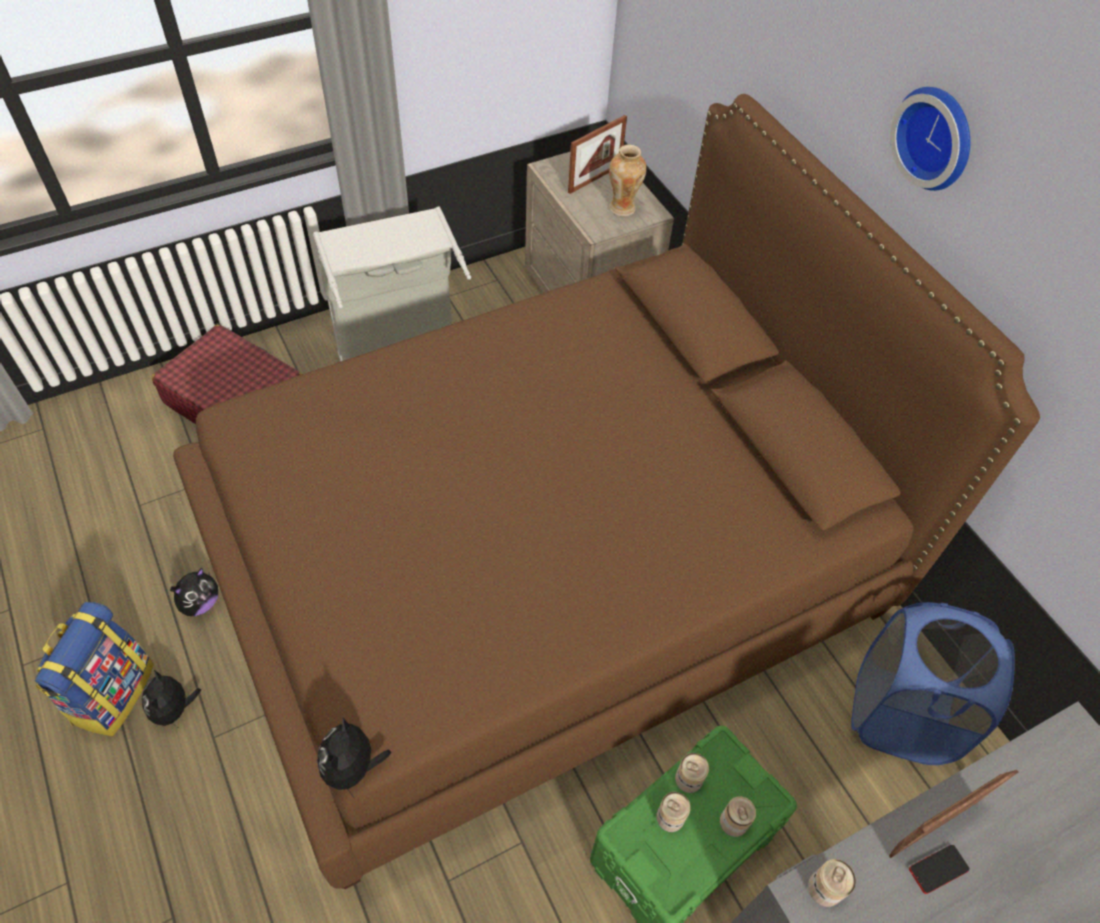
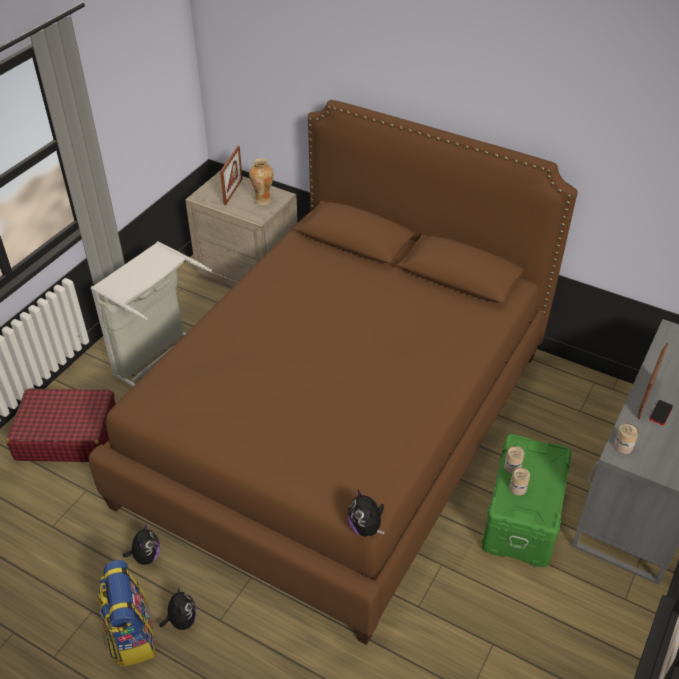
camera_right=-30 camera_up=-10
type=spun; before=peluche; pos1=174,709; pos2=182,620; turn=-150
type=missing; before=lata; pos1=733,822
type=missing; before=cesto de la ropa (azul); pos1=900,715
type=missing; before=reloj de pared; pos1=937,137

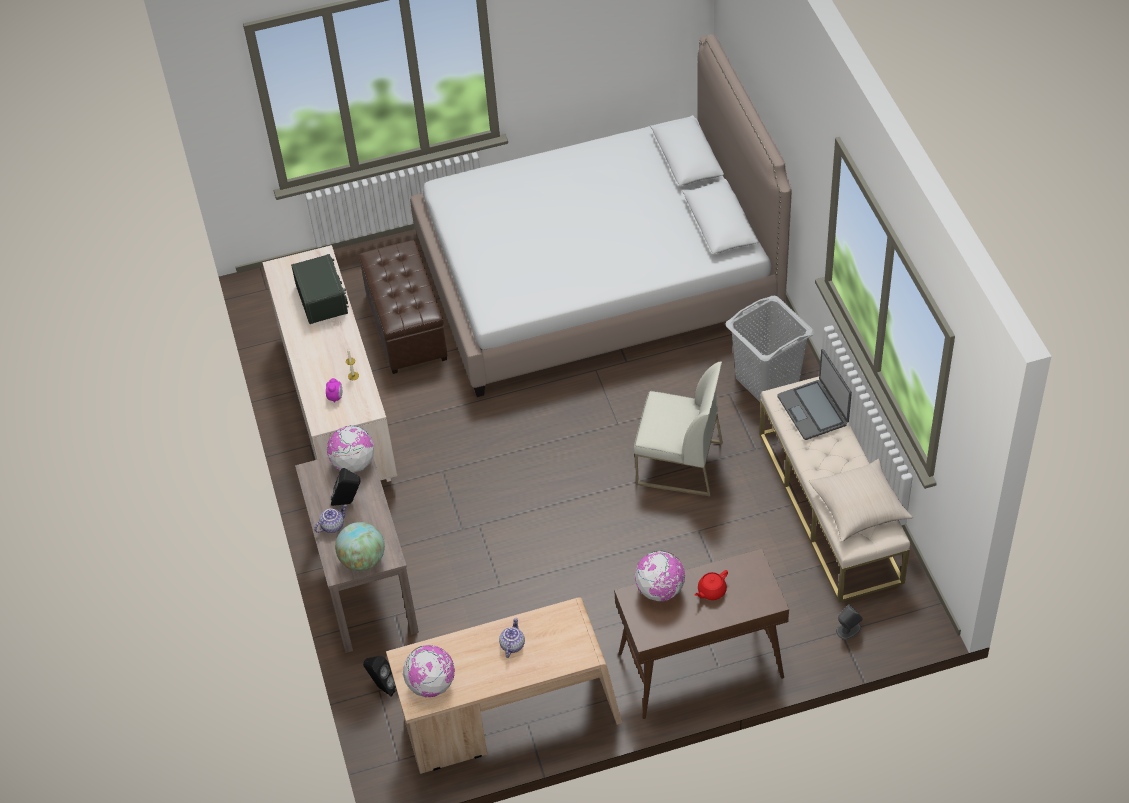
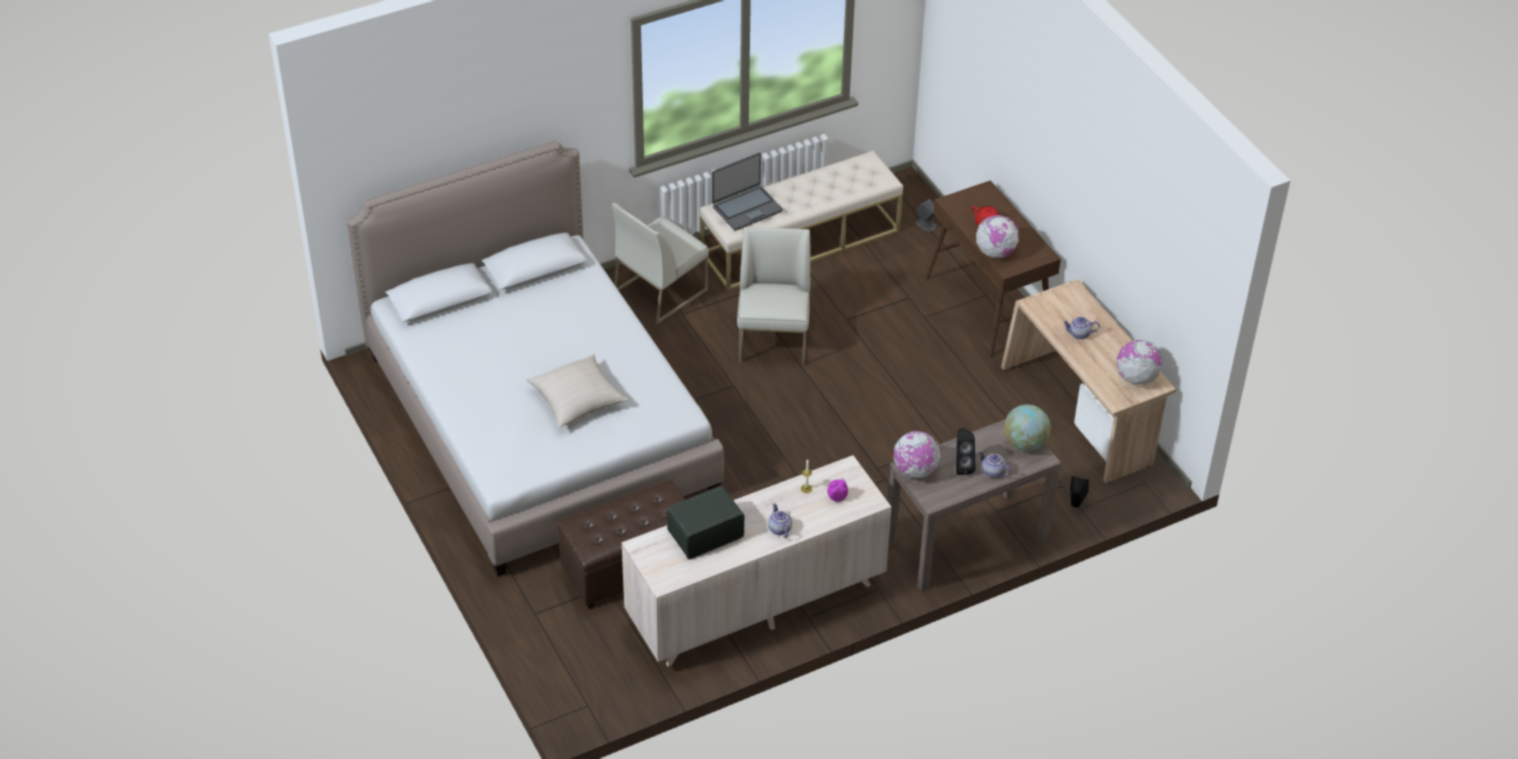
camera_right=-105 camera_up=-5
type=relocated; before=cojín (beis); pos1=859,508; pos2=577,400
type=exchanged; before=cesto de la ropa (gris); after=silla (blanco); pos1=767,380; pos2=660,290
type=appeared; after=tetera; pos2=779,529

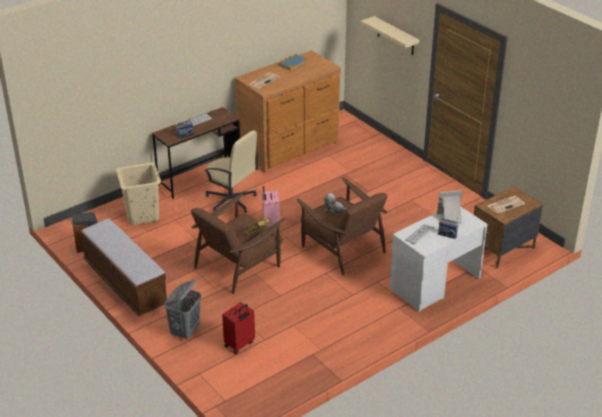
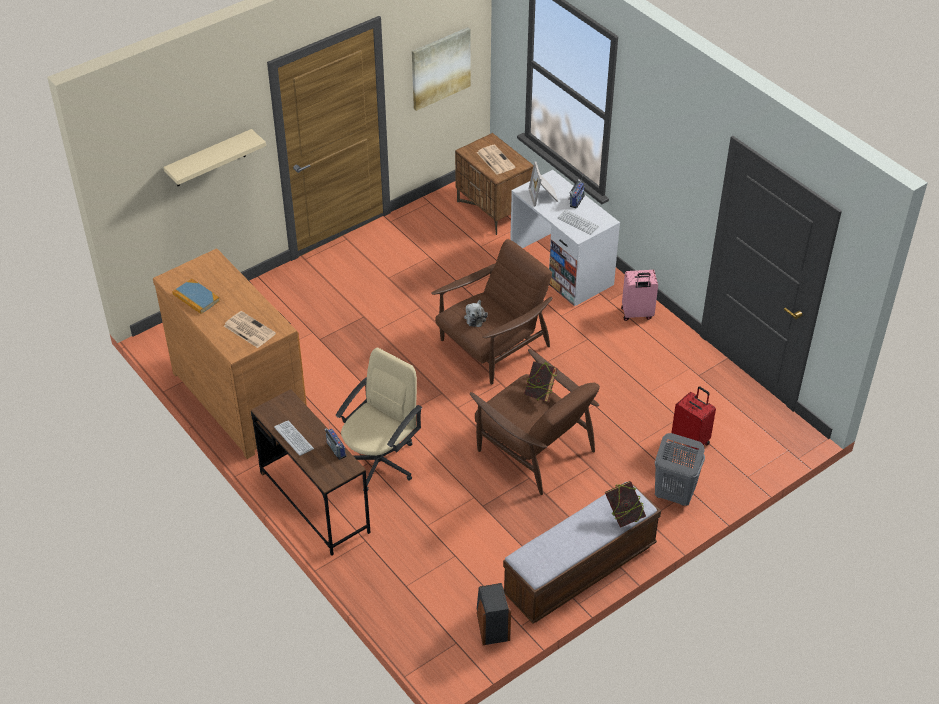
camera_right=-90 camera_up=10
type=appeared; after=cuadro; pos2=440,68
type=appeared; after=libro; pos2=624,515
type=relocated; before=maleta (rosa); pos1=270,227; pos2=637,314
type=missing; before=cesto de la ropa (beis); pos1=142,215

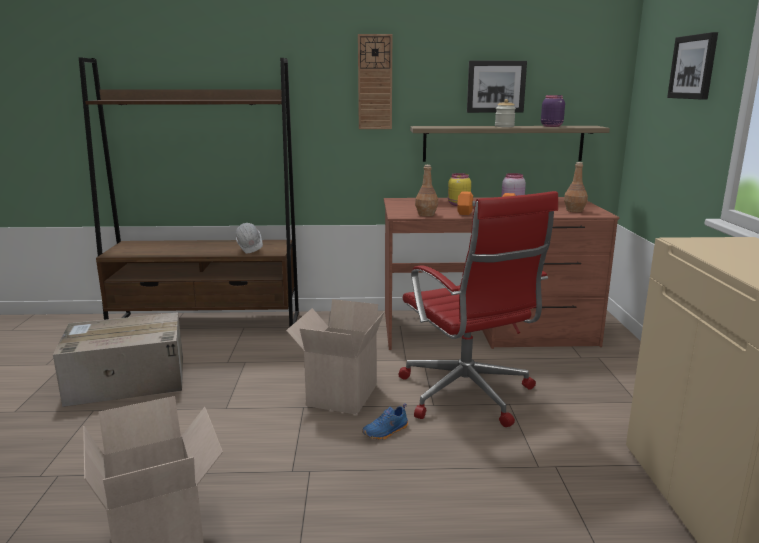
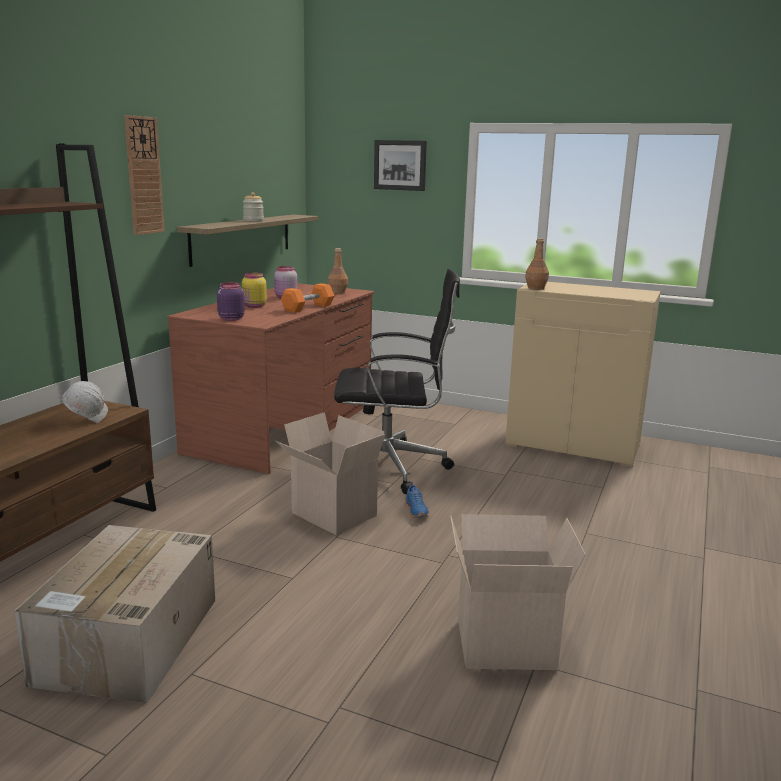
camera_right=-65 camera_up=0
type=relocated; before=tarro (morado); pos1=551,126; pos2=230,318
type=colour; before=silla de oficina (rojo); after=silla de oficina (negro); pos1=467,395; pos2=391,467
type=relocated; before=botella (marrón); pos1=426,214; pos2=535,288
type=missing; before=cuadro; pos1=496,86

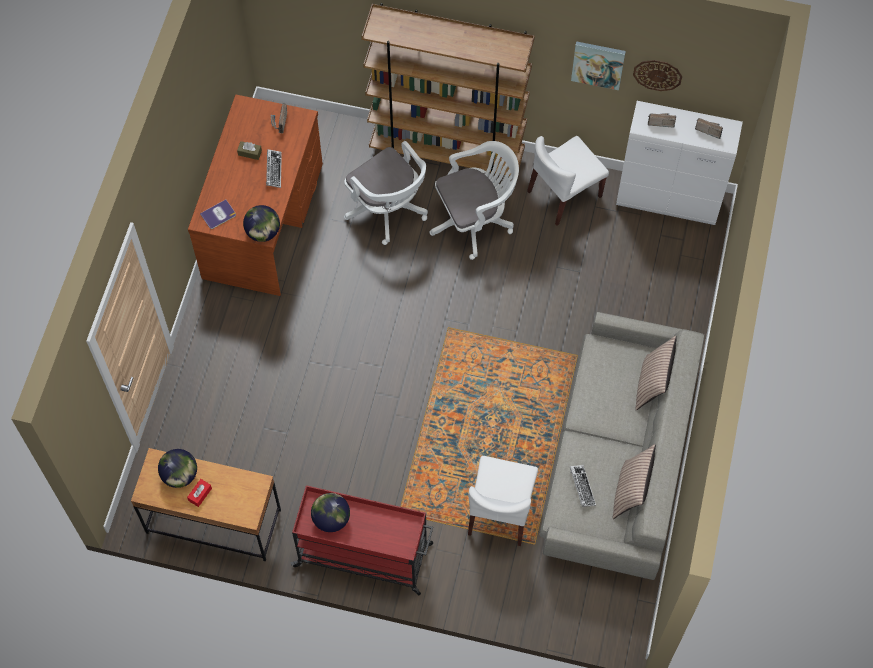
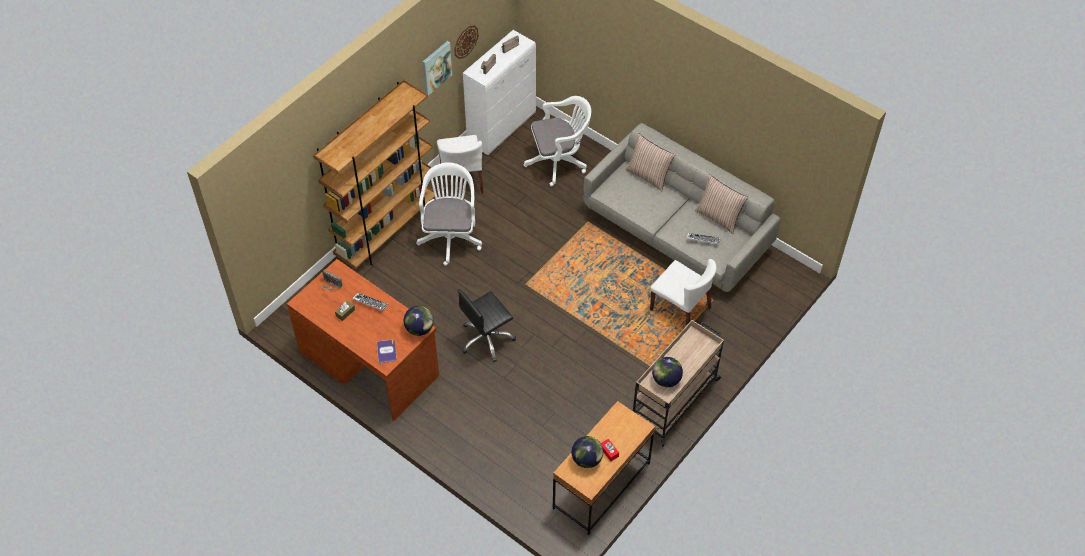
camera_right=-65 camera_up=-10
type=appeared; after=silla de oficina (negro); pos2=486,339
type=relocated; before=silla de oficina (blanco); pos1=389,211; pos2=559,161
type=colour; before=carrito (rojo); after=carrito (beis); pos1=365,555; pos2=674,400

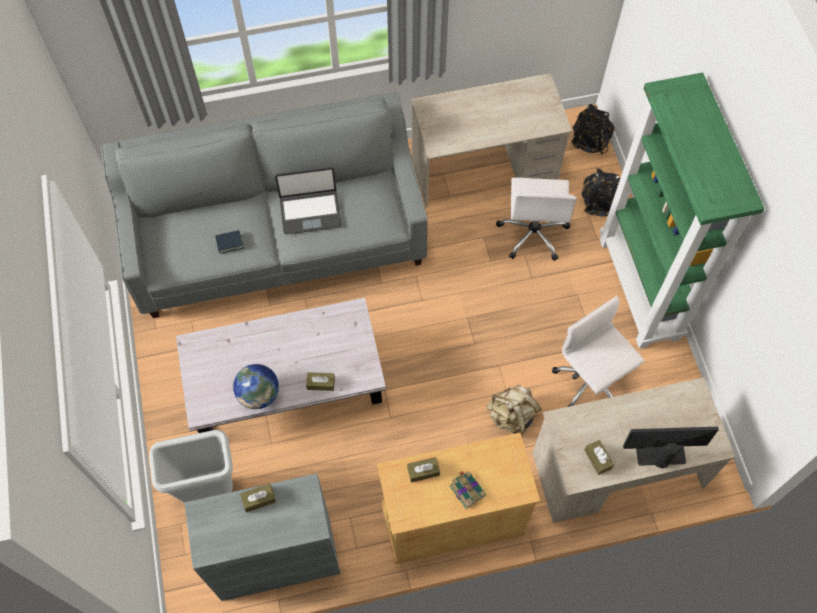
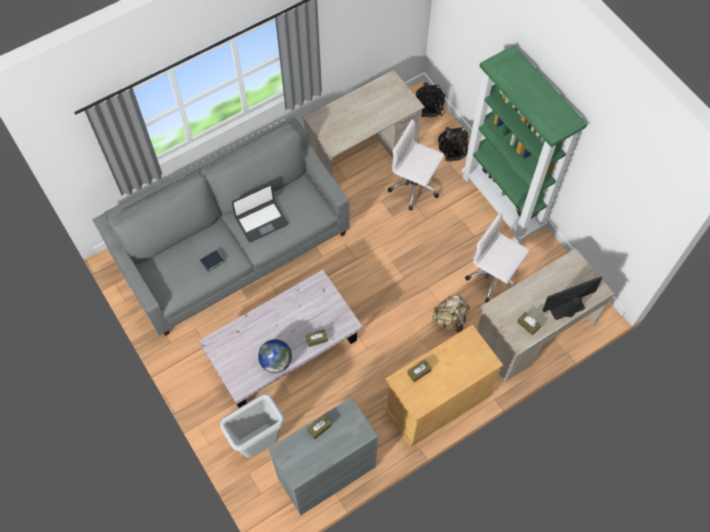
camera_right=-20 camera_up=0
type=spun; before=silla de oficina (blanco); pos1=533,233; pos2=415,187; turn=135
type=missing; before=libro; pos1=466,490

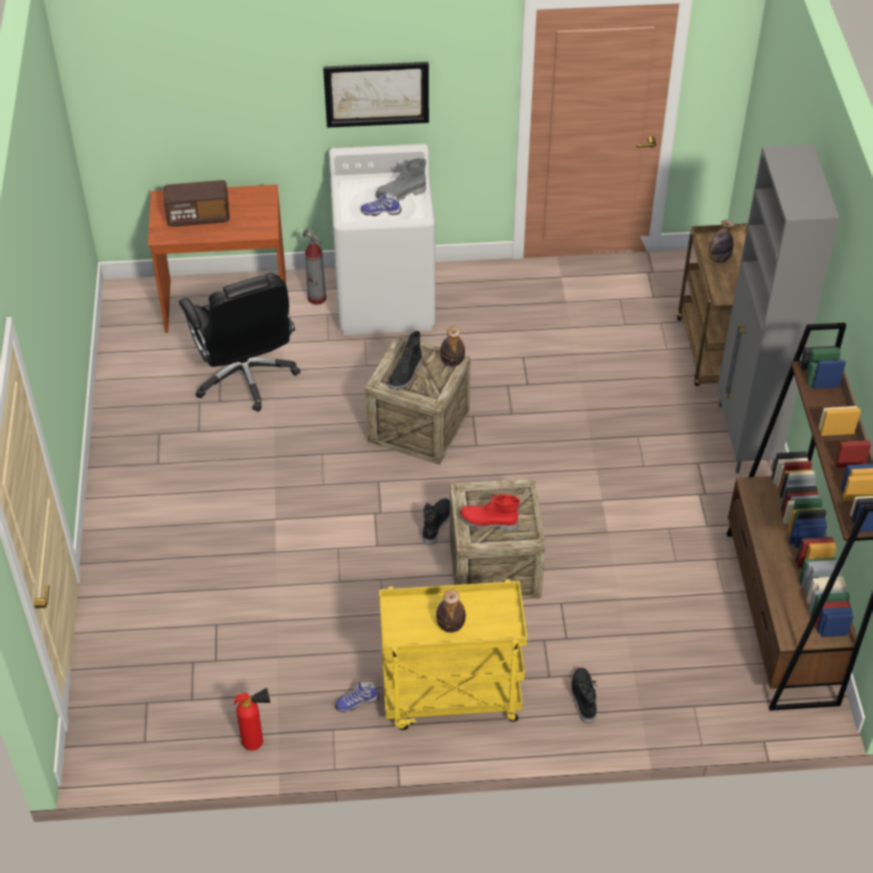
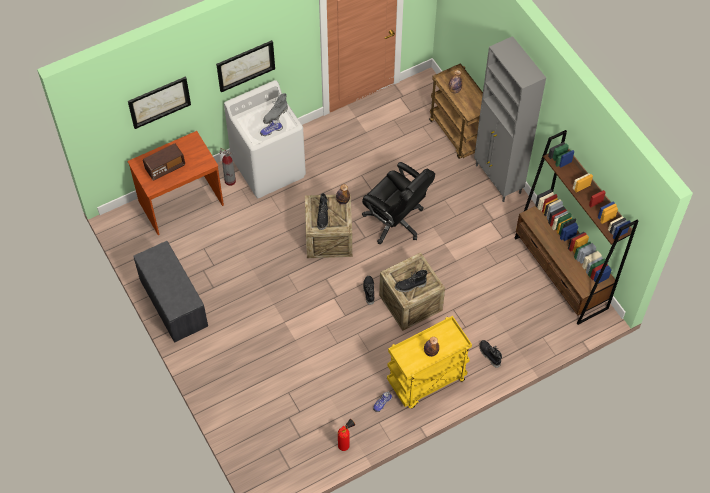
camera_right=-25 camera_up=10
type=appeared; after=cuadro; pos2=159,102
type=appeared; after=banco (gris); pos2=172,302
type=relocated; before=silla de oficina (negro); pos1=245,376; pos2=395,221
type=colour; before=bota (rojo); after=bota (negro); pos1=488,522; pos2=410,286

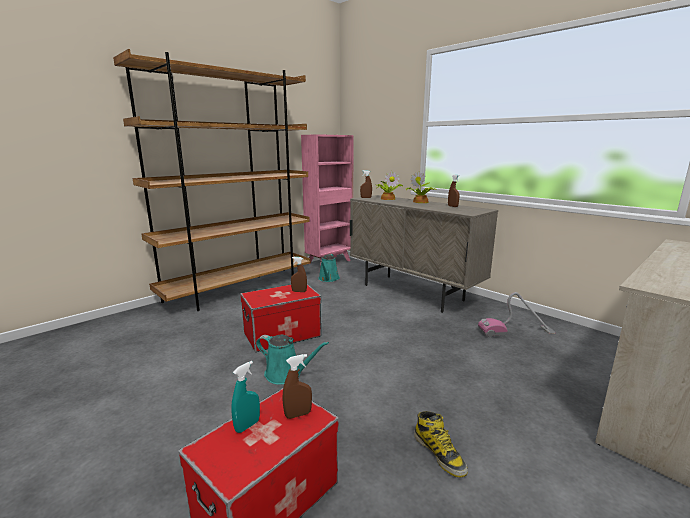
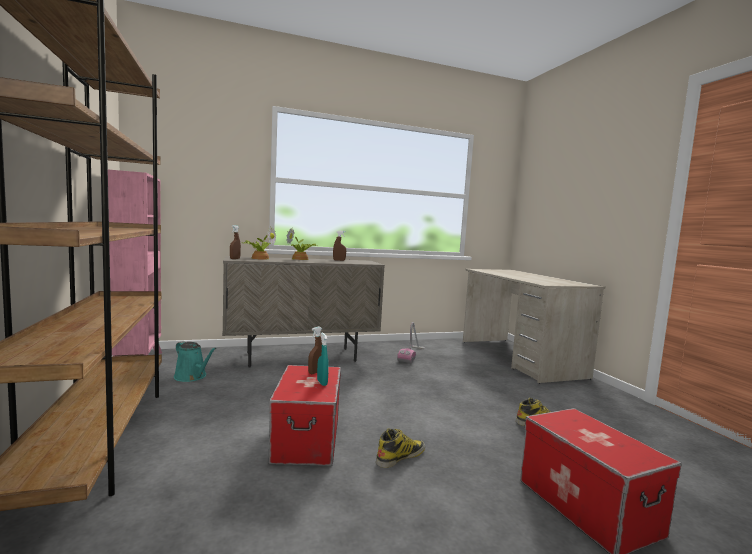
camera_right=-65 camera_up=-10
type=relocated; before=pulverizador (turquesa); pos1=247,426; pos2=322,382
type=exchanged; before=regadera (turquesa); after=bota; pos1=286,374; pos2=400,456
type=missing; before=pulverizador (marrón); pos1=298,414

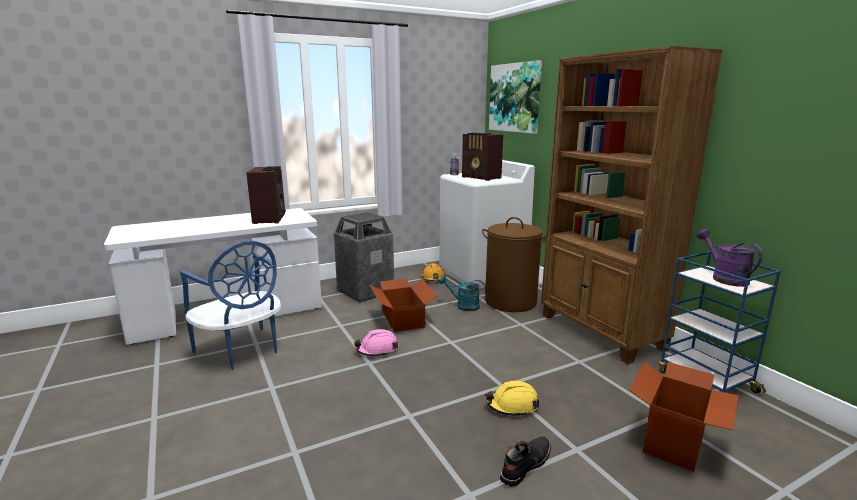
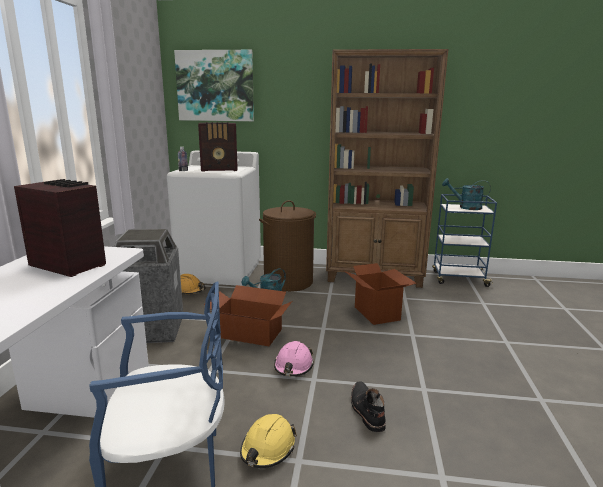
camera_right=-55 camera_up=0
type=relocated; before=casco (amarillo); pos1=512,406; pos2=268,449
type=relocated; before=caja de cartón; pos1=674,444; pos2=377,313
type=relocated; before=bota (negro); pos1=525,465; pos2=366,410
type=colour; before=regadera (morado); after=regadera (turquesa); pos1=724,278; pos2=466,207

